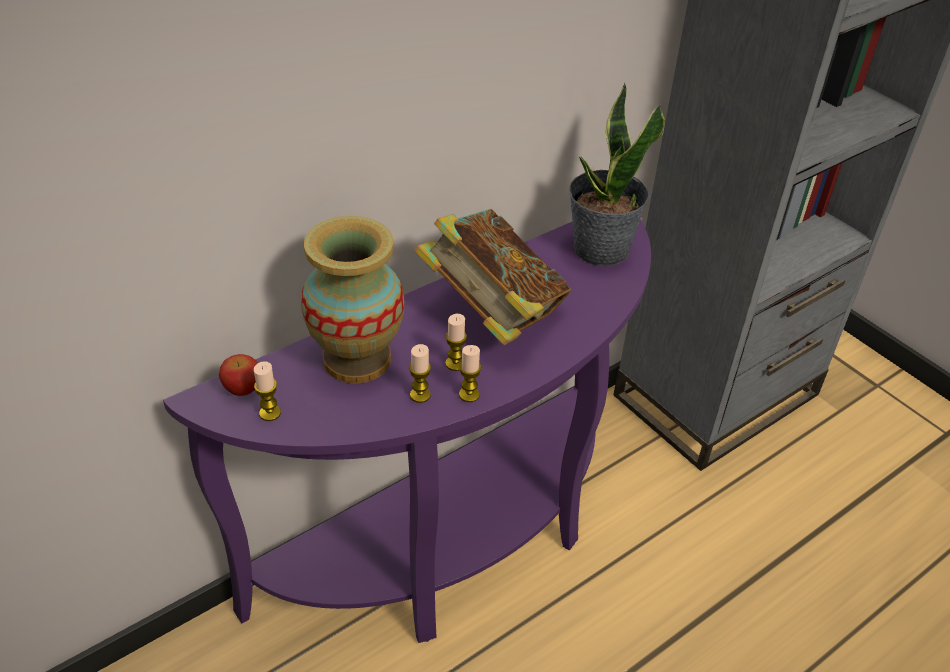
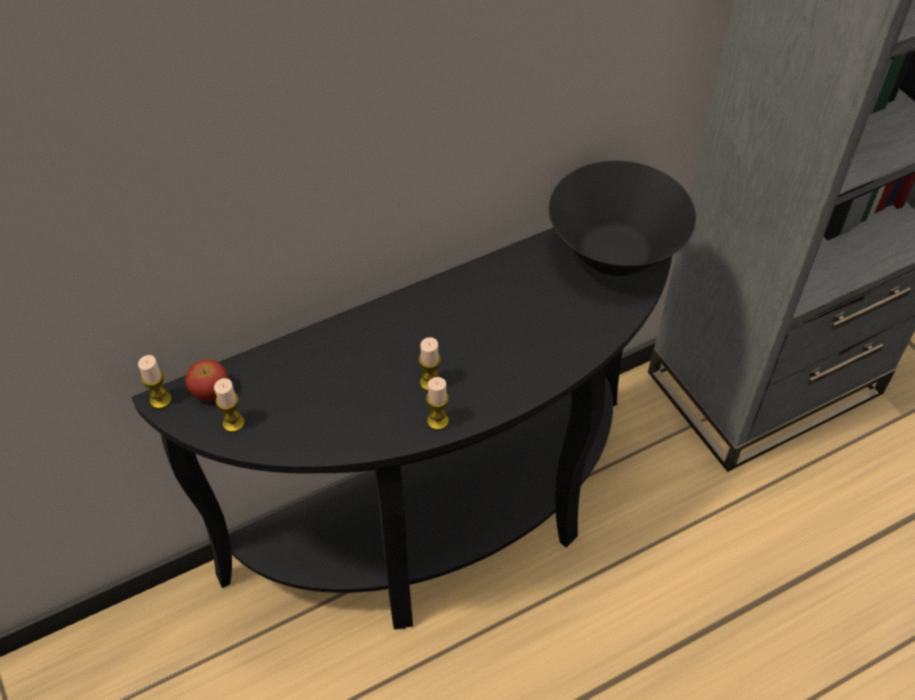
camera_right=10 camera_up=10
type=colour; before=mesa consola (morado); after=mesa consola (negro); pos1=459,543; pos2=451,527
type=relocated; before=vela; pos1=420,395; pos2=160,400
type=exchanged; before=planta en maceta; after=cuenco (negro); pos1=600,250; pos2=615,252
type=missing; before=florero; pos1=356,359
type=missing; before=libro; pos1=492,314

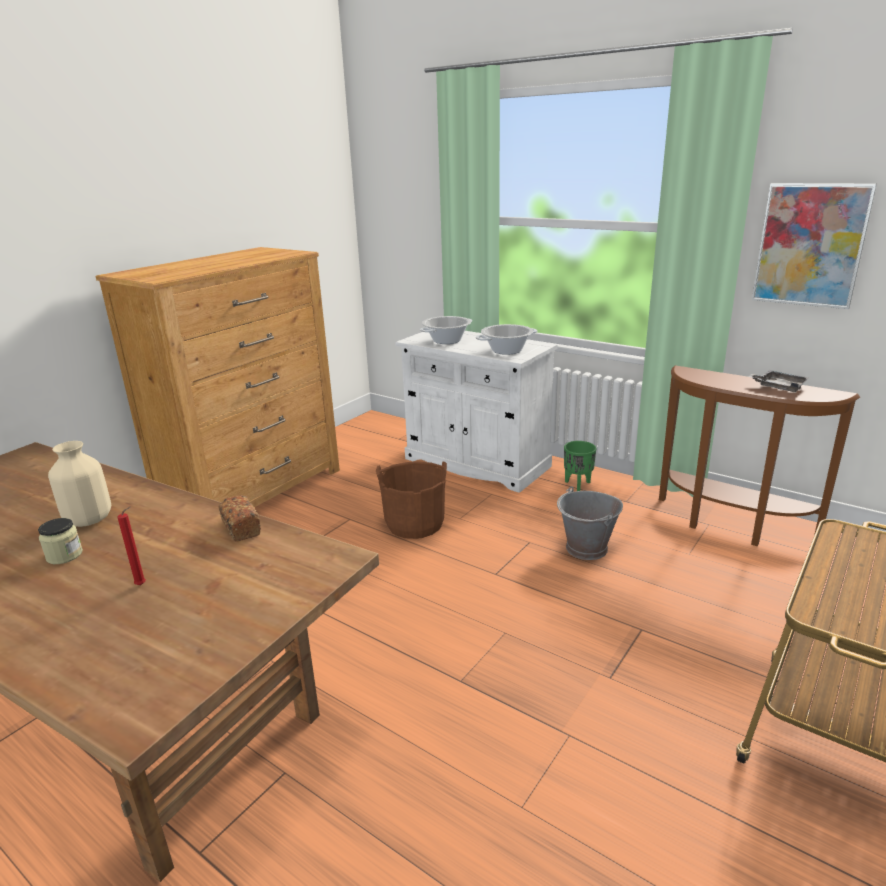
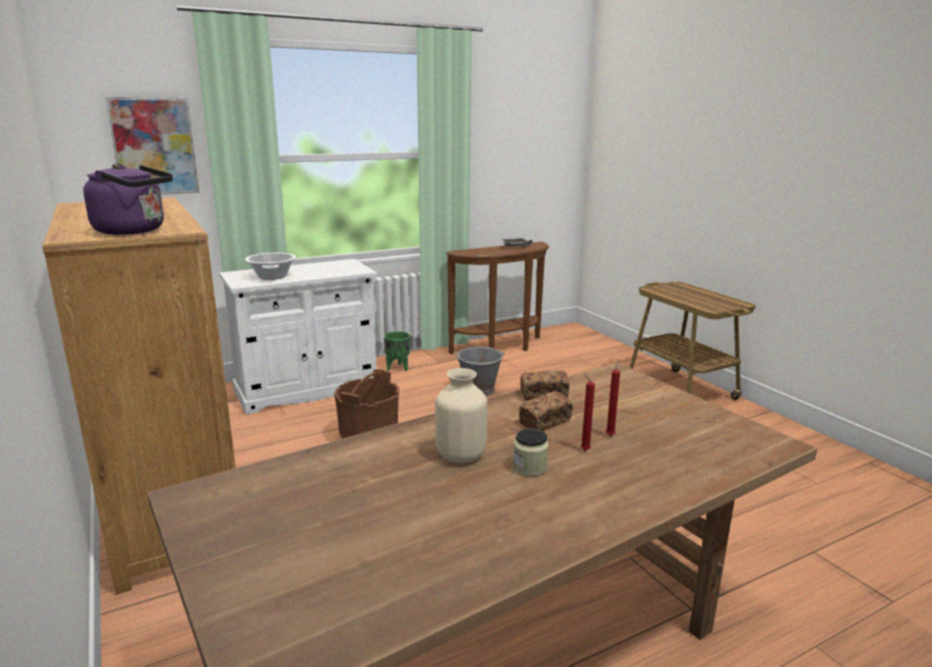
camera_right=-65 camera_up=-5
type=appeared; after=hervidor (morado); pos2=134,231
type=relocated; before=cuadro; pos1=810,245; pos2=154,146
type=appeared; after=pan; pos2=545,422
type=appeared; after=vela (rojo); pos2=583,450
type=missing; before=olla; pos1=507,350

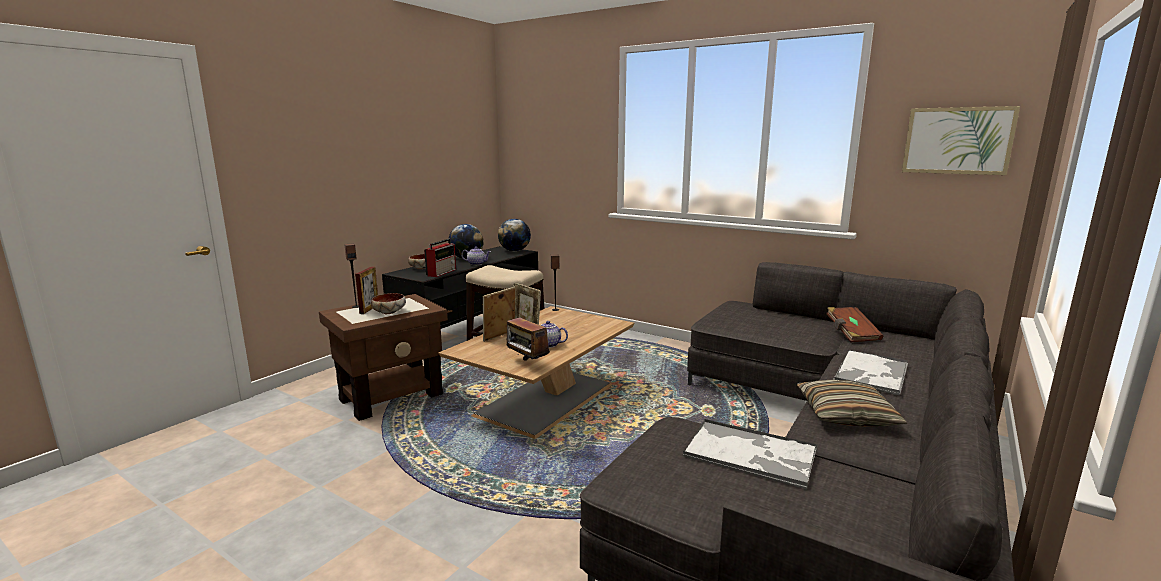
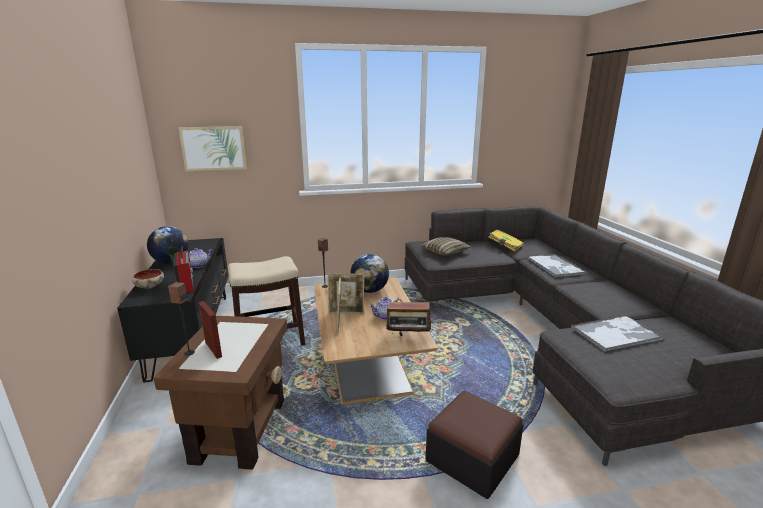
camera_right=-45 camera_up=5
type=relocated; before=cuadro; pos1=957,140; pos2=213,148
type=relocated; before=globo terráqueo; pos1=514,251; pos2=370,291
type=relocated; before=cojín; pos1=846,415; pos2=445,252
type=appeared; after=puf; pos2=472,458
type=colour; before=libro (marrón); after=libro (amarillo); pos1=851,334; pos2=505,246
type=missing; before=cuenco; pos1=389,312

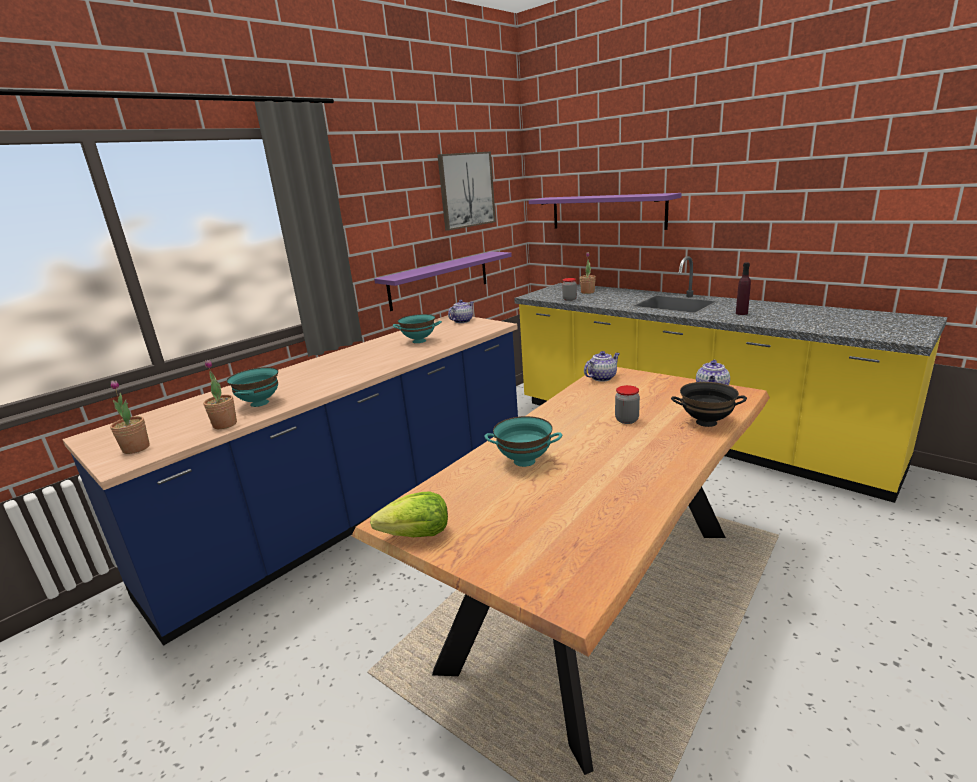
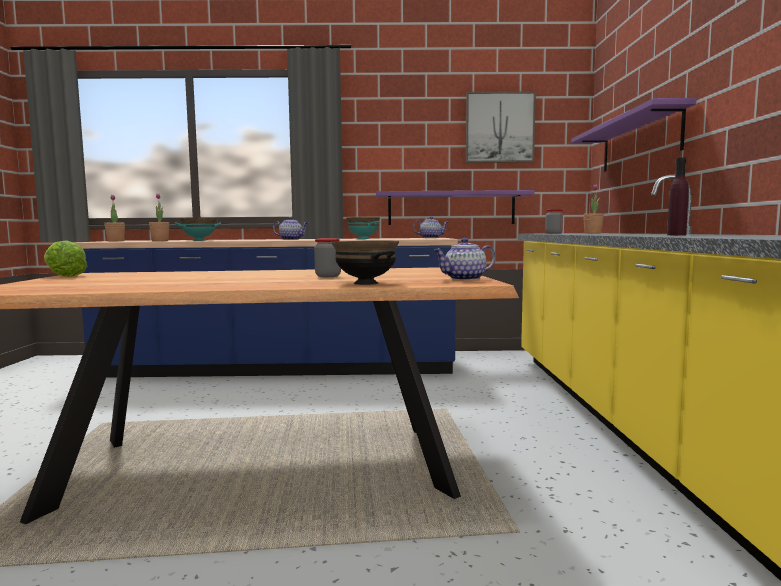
camera_right=45 camera_up=-15
type=relocated; before=tetera; pos1=602,377; pos2=291,239
type=missing; before=cuenco (turquesa); pos1=524,461

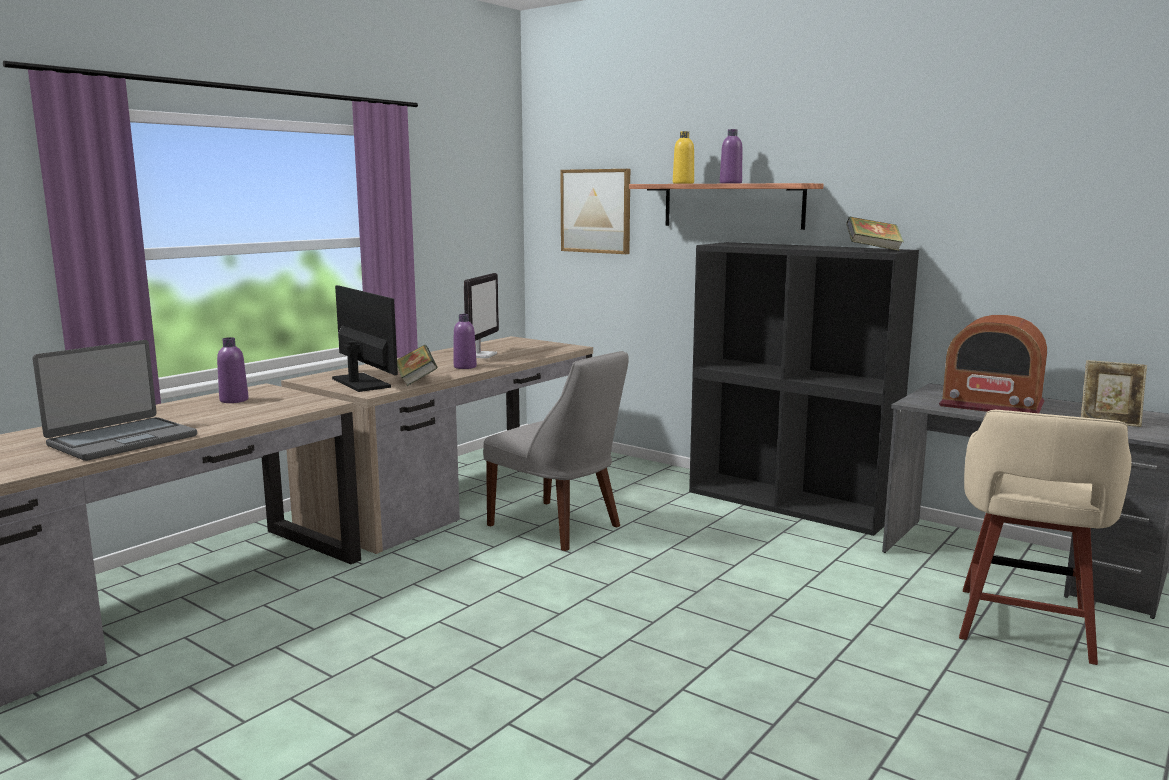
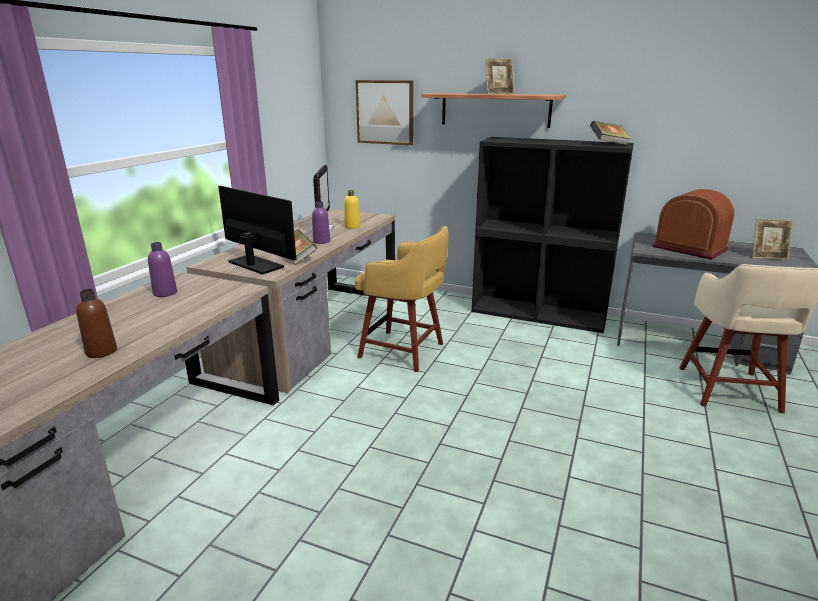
camera_right=-15 camera_up=10
type=exchanged; before=portátil; after=botella (marrón); pos1=122,440; pos2=101,351
type=relocated; before=botella (amarillo); pos1=683,183; pos2=352,227
type=exchanged; before=silla (gris); after=taburete (amarillo); pos1=559,527; pos2=404,351
type=exchanged; before=botella (morado); after=portarretratos; pos1=730,183; pos2=498,94
type=spun; before=radio; pos1=991,405; pos2=689,248; turn=-150

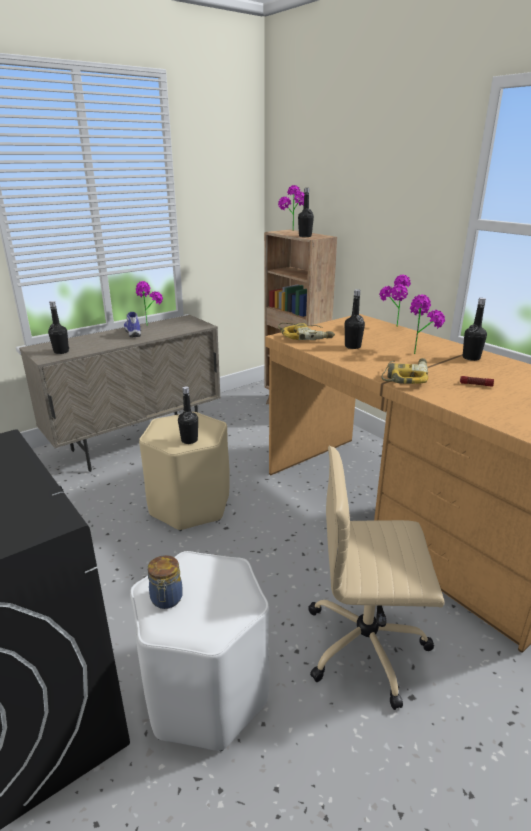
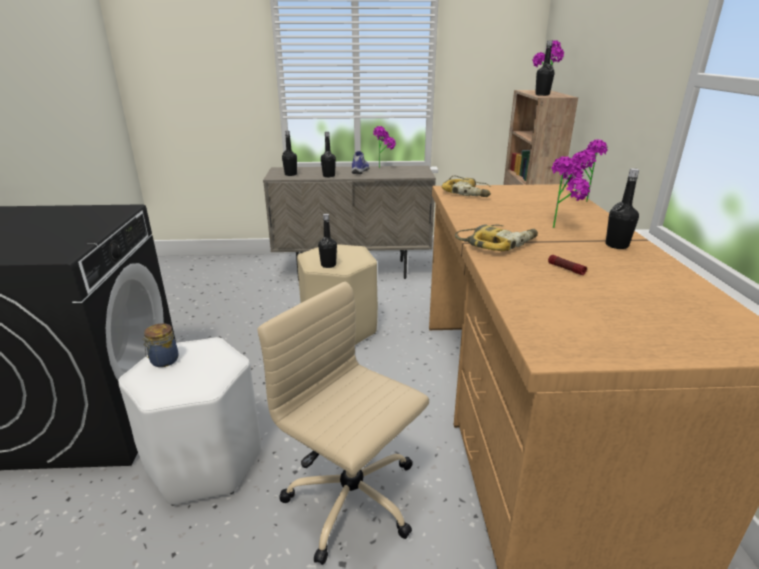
camera_right=35 camera_up=0
type=relocated; before=botella (negro); pos1=352,346; pos2=329,176

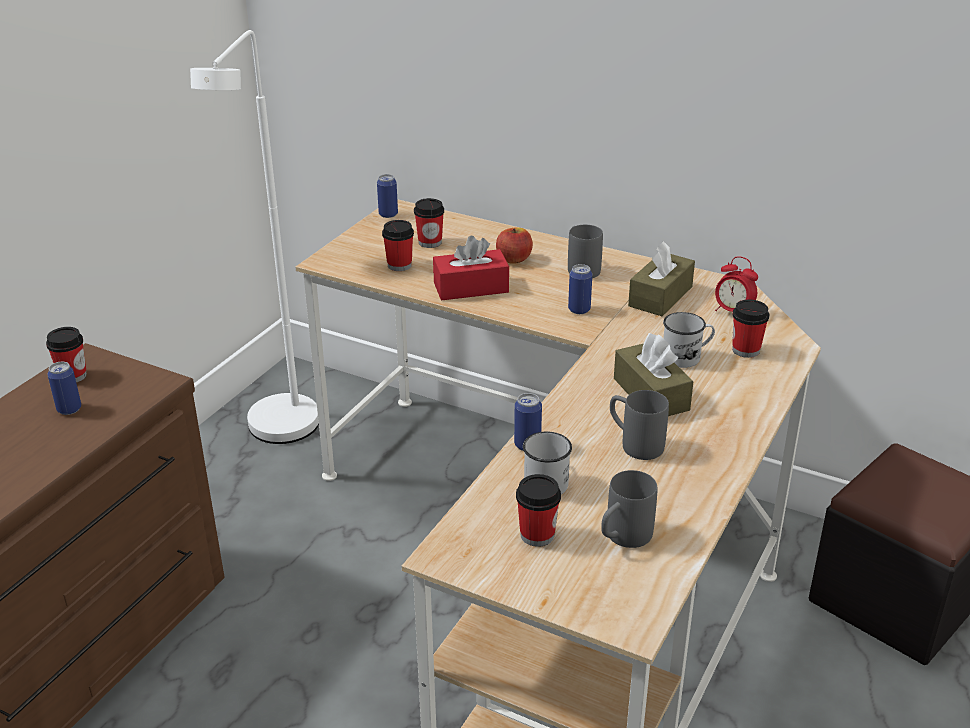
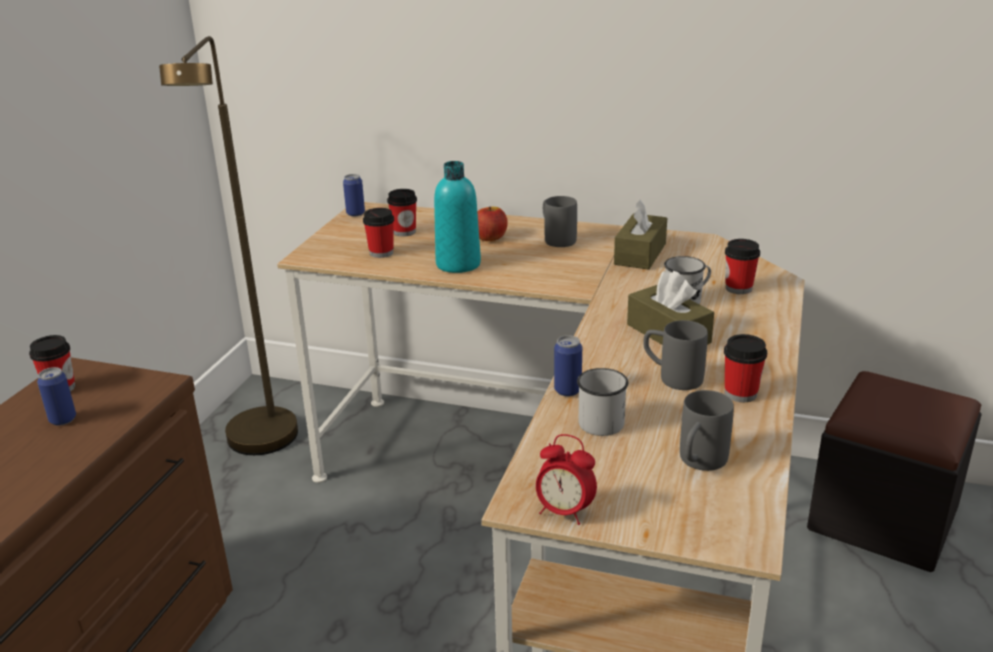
camera_right=-10 camera_up=-5
type=colour; before=lámpara de pie (blanco); after=lámpara de pie (marrón); pos1=281,435; pos2=262,447
type=exchanged; before=caja de pañuelos (rojo); after=botella (turquesa); pos1=471,288; pos2=458,264
type=relocated; before=despertador; pos1=732,312; pos2=564,512
type=relocated; before=taza; pos1=537,535; pos2=740,393
type=missing; before=lata; pos1=579,309

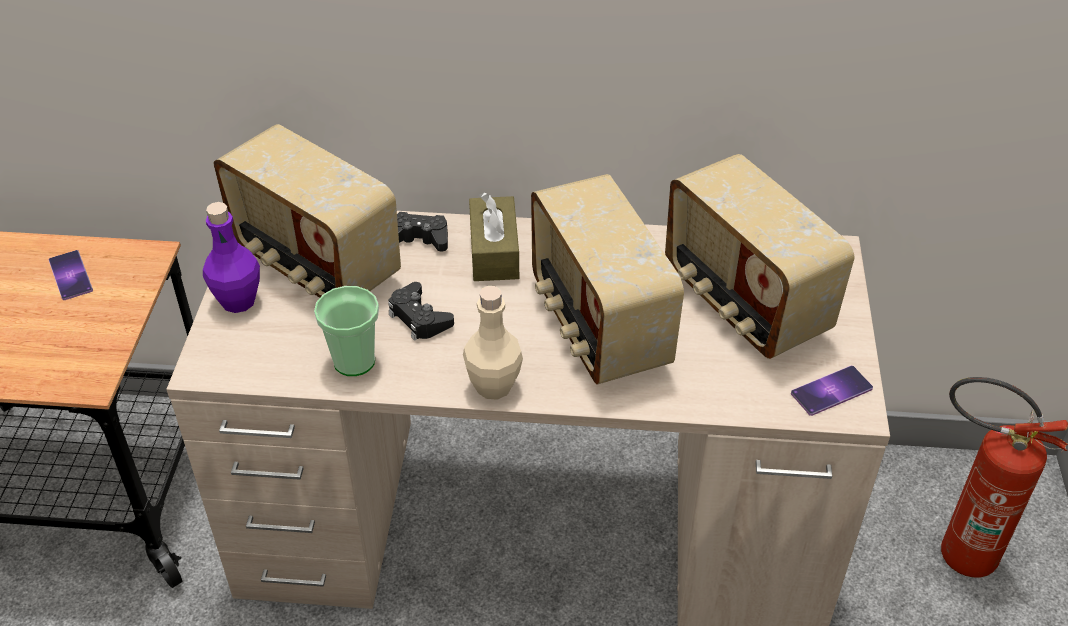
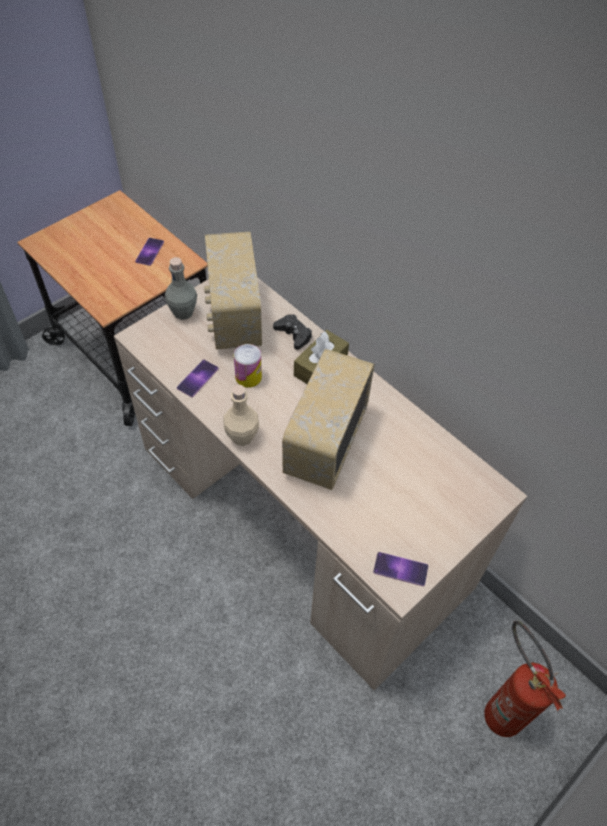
camera_right=40 camera_up=10
type=colour; before=botella (morado); after=botella (gris); pos1=238,301; pos2=183,312
type=exchanged; before=taza; after=móvil; pos1=354,361; pos2=198,378
type=exchanged; before=mando de consola (negro); after=lata; pos1=419,318; pos2=248,377
type=missing; before=radio; pos1=743,303

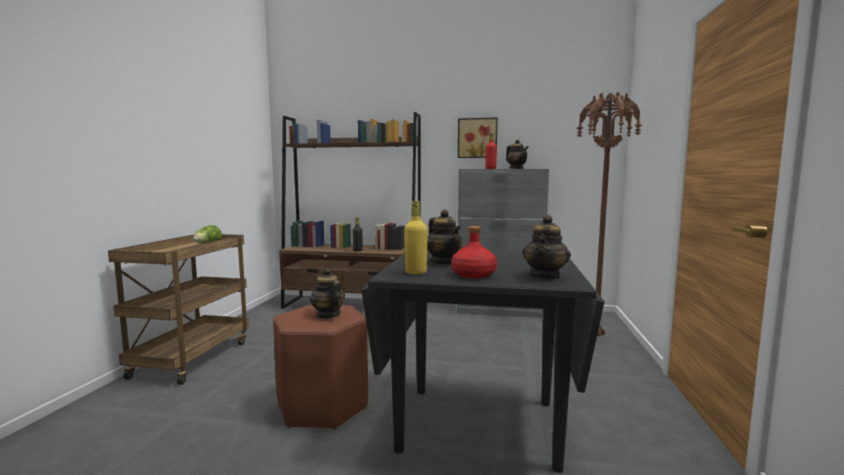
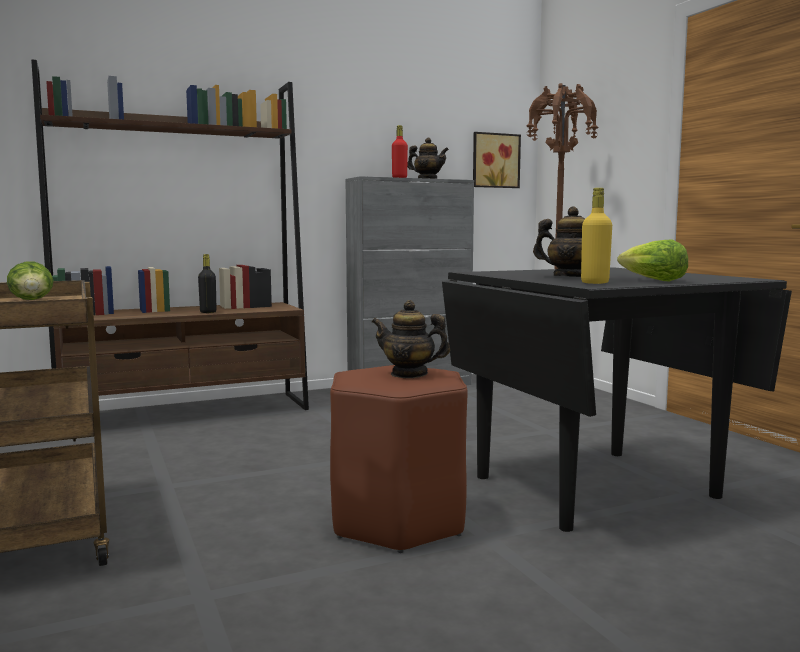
camera_right=-35 camera_up=0
type=relocated; before=cuadro; pos1=477,138; pos2=494,160
type=exchanged; before=botella (rojo); after=lechuga; pos1=473,275; pos2=651,280
type=missing; before=tetera; pos1=545,276

